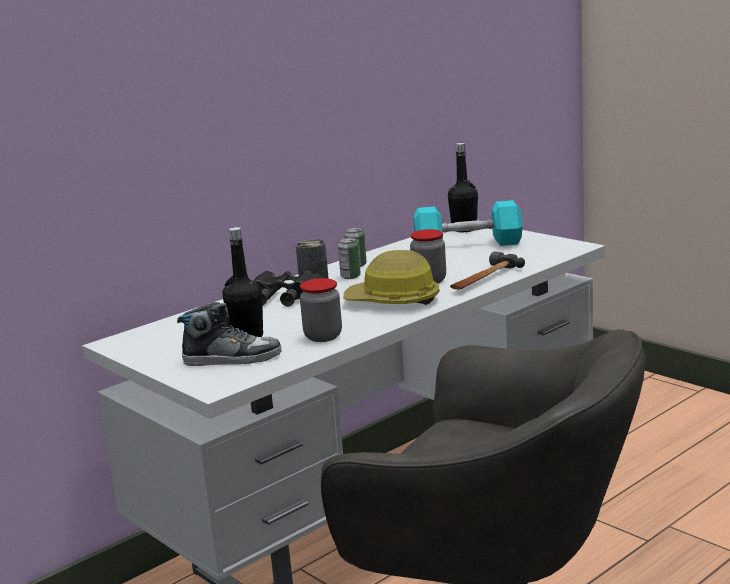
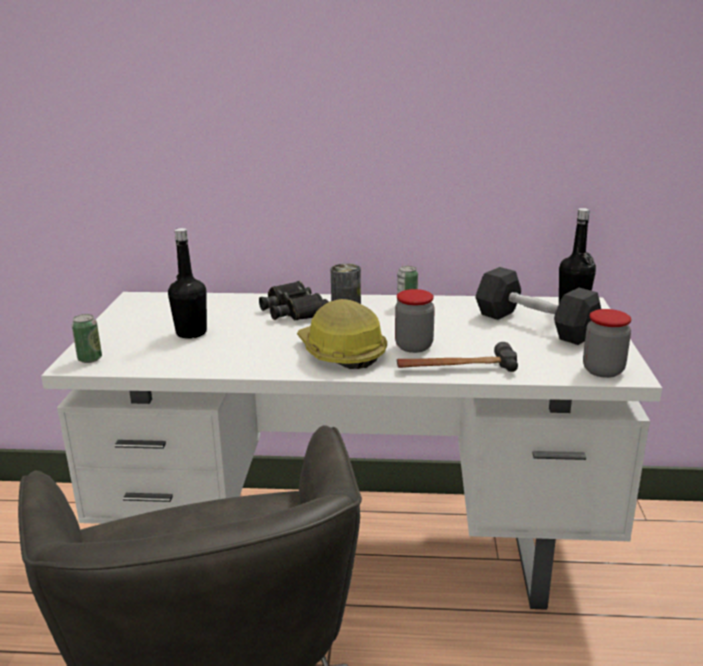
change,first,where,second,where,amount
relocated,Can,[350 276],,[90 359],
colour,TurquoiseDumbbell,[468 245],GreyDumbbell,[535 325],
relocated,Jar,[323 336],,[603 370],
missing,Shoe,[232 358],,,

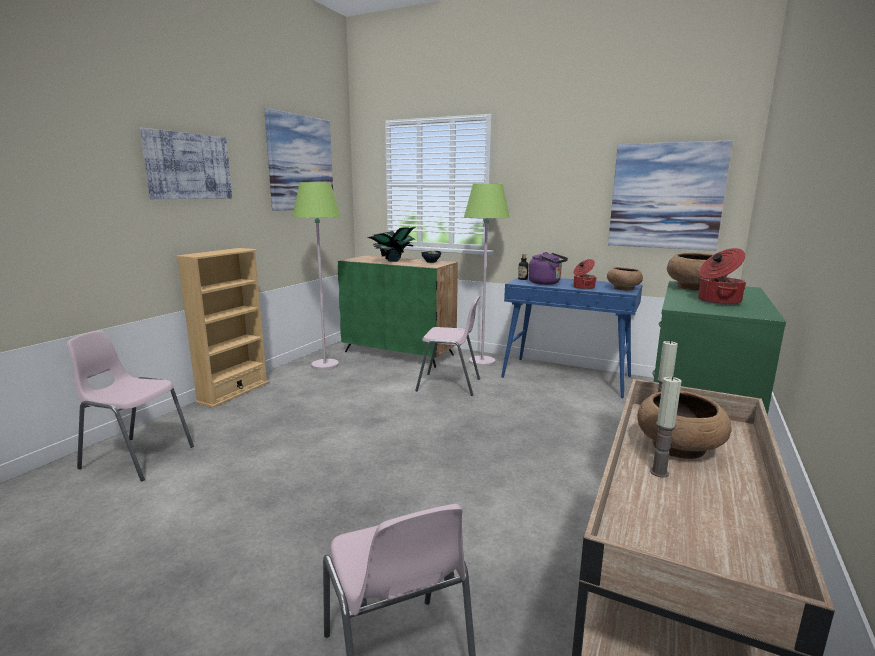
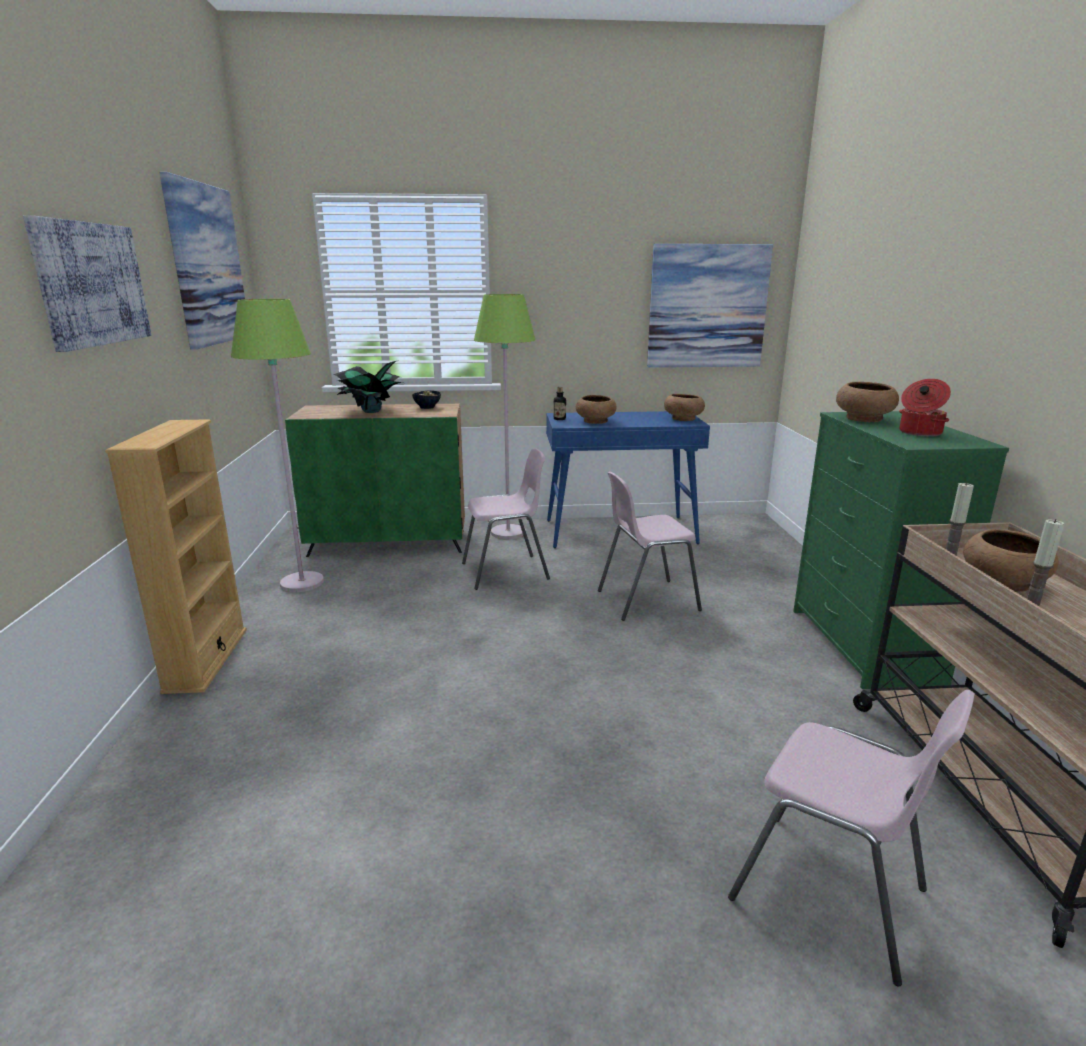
change,first,where,second,where,amount
exchanged,PurpleKettle,[546 283],BrownBowl,[596 421],
relocated,PinkChair,[136 457],,[646 600],
missing,CookingPot,[583 287],,,

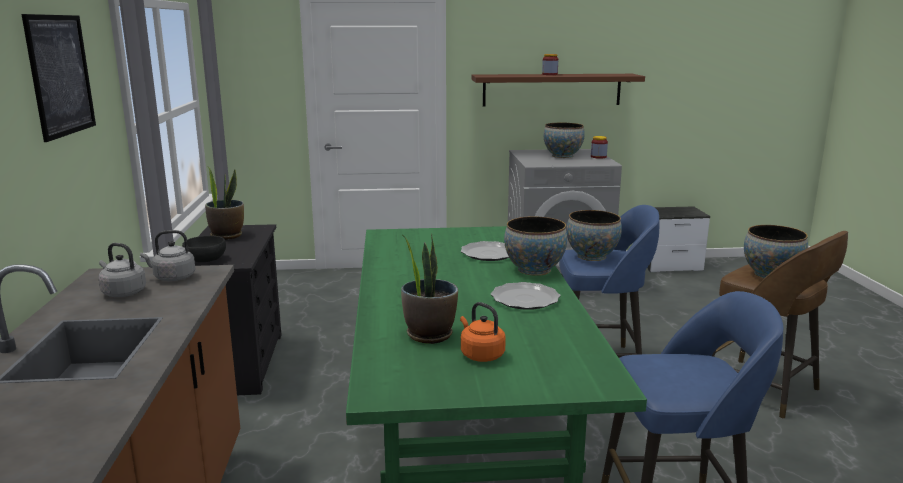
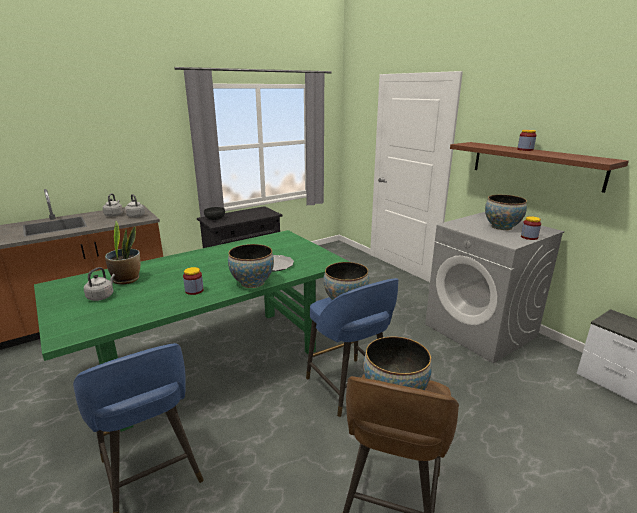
change,first,where,second,where,amount
colour,OrangeKettle,[480 355],GreyKettle,[101 296],
exchanged,Plate,[525 299],Jar,[194 290],
missing,Picture,[60 75],,,
missing,PottedPlant,[227 236],,,

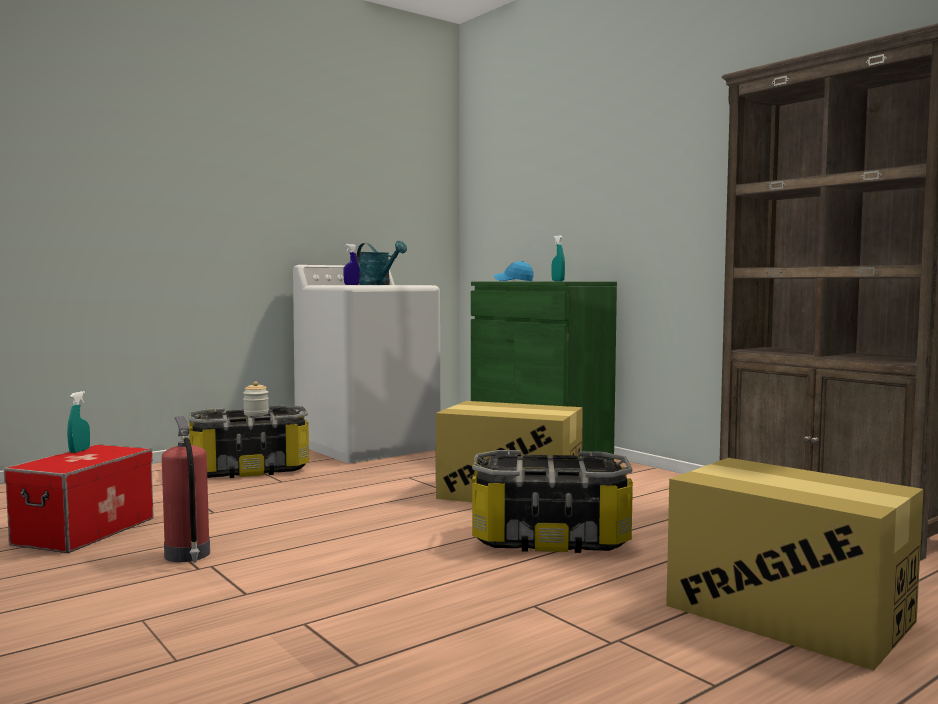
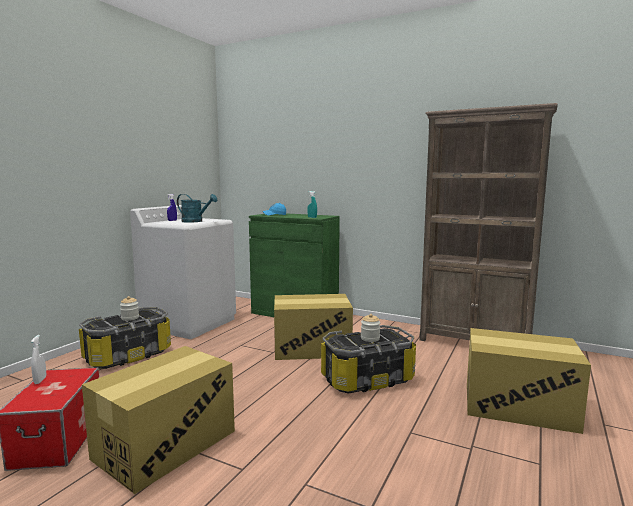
change,first,where,second,where,amount
colour,TurquoiseSprayBottle,[79 451],WhiteSprayBottle,[40 380],
exchanged,FireExtinguisher,[187 555],CardboardBox,[165 445],
appeared,,,Jar,[370 338],

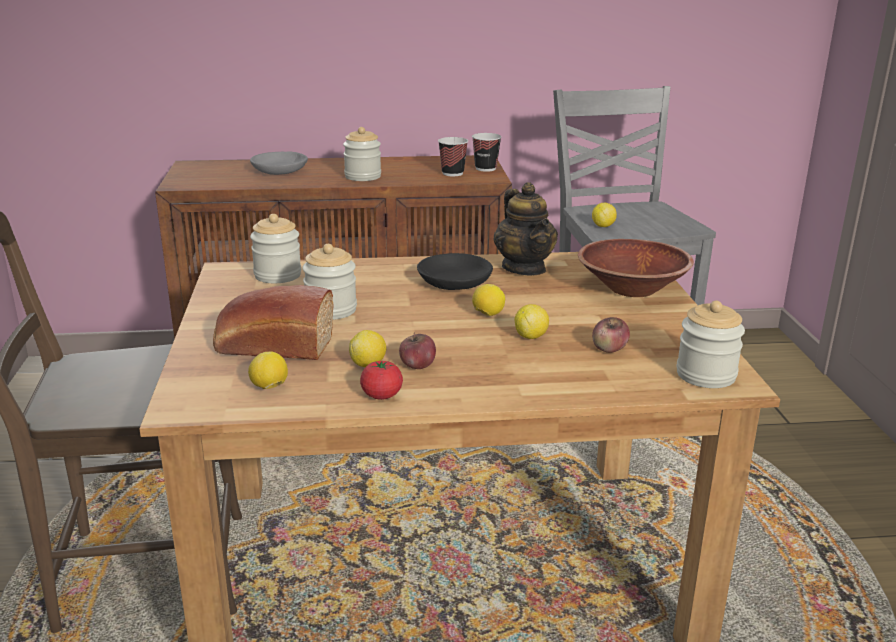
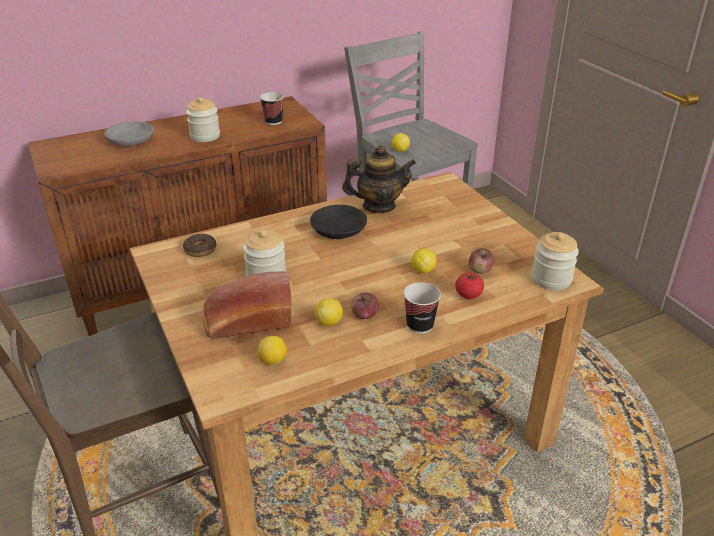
change,first,where,second,where,amount
exchanged,Jar,[277 275],Donut,[200 250],
spun,Teapot,[524 268],,[378 206],60 degrees counterclockwise
relocated,Cup,[485 168],,[420 325],
relocated,Tomato,[381 395],,[468 295],
missing,Lemon,[487 314],,,
missing,BrownBowl,[632 289],,,

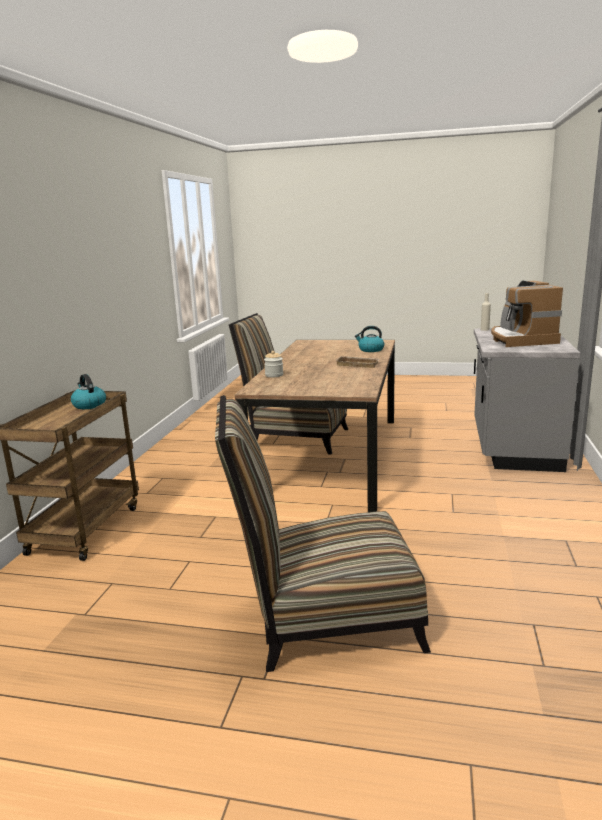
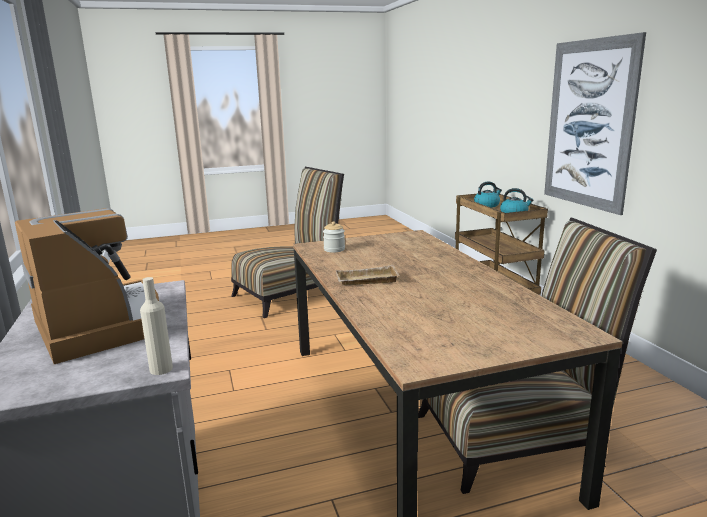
change,first,where,second,where,amount
relocated,Jar,[274 375],,[334 249],
relocated,Kettle,[370 350],,[487 205],
appeared,,,Picture,[589 124],

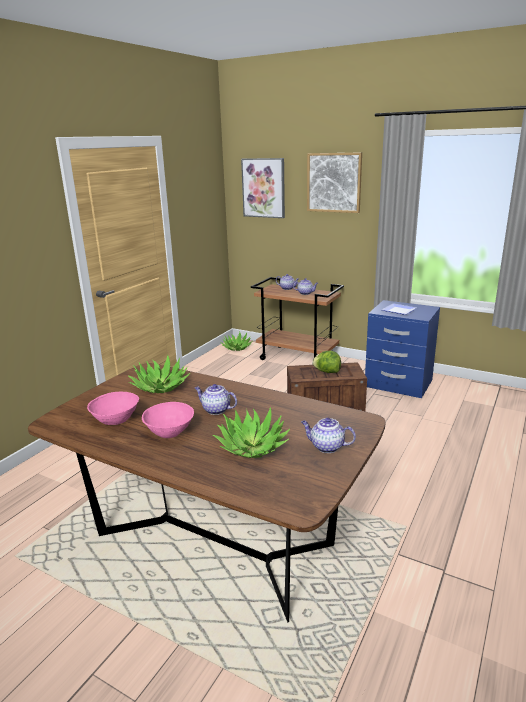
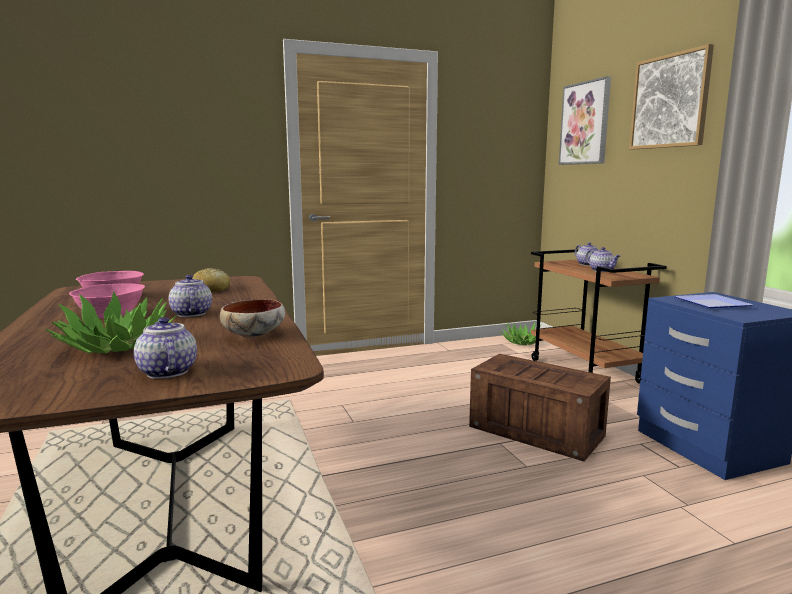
change,first,where,second,where,amount
exchanged,PottedPlant,[160 386],Bread,[211 289],
appeared,,,Bowl,[254 334],
missing,Lettuce,[327 372],,,

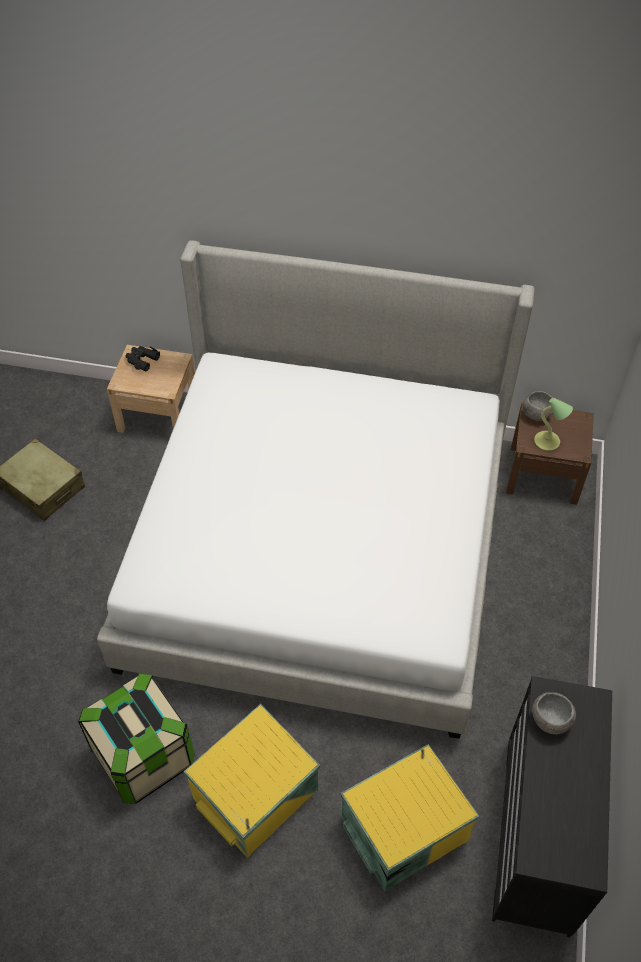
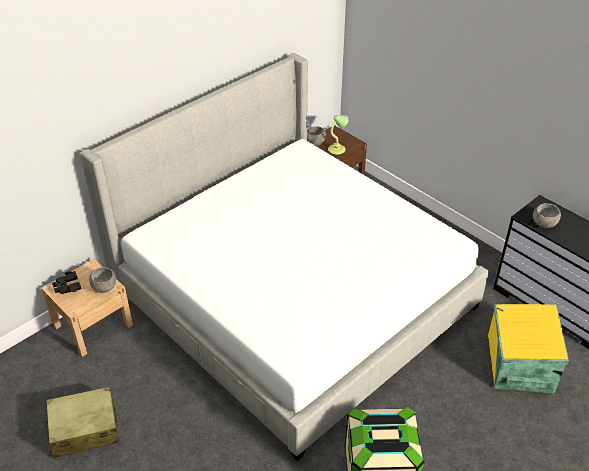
change,first,where,second,where,amount
appeared,,,GreyBowl,[104 287],
missing,YellowStorageBox,[258 795],,,

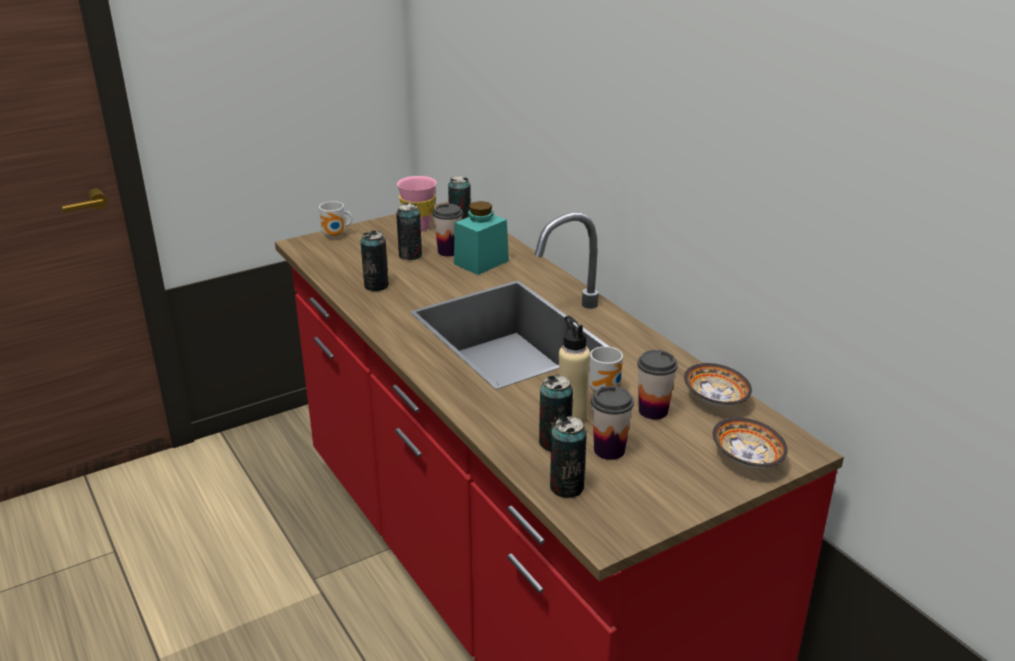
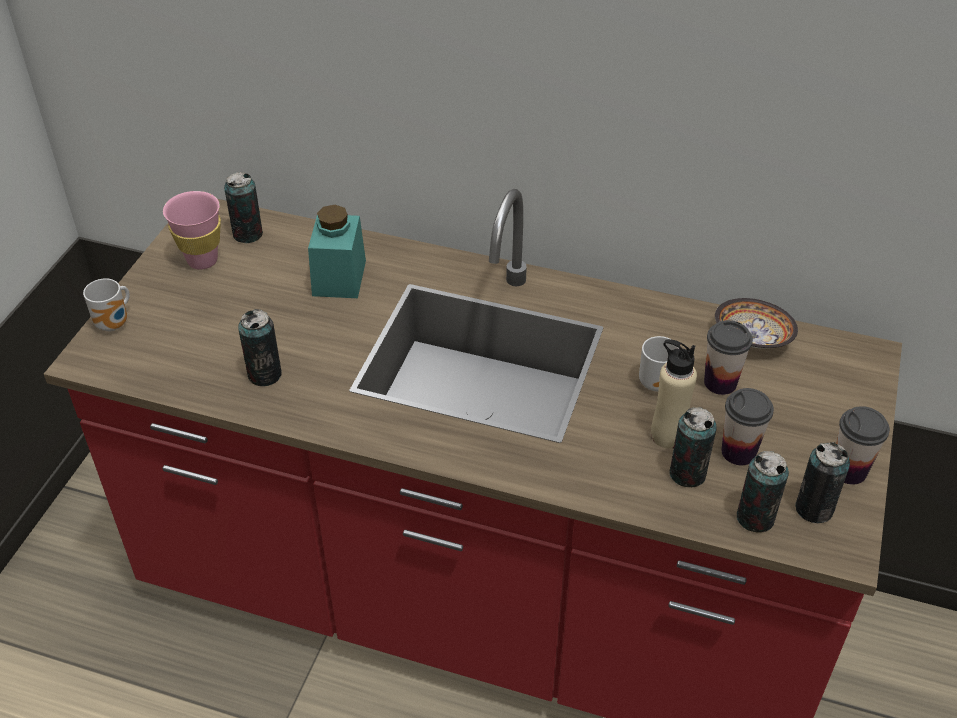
change,first,where,second,where,amount
relocated,Can,[410 255],,[814 509],
relocated,Cup,[448 251],,[849 470],
missing,Bowl,[747 458],,,

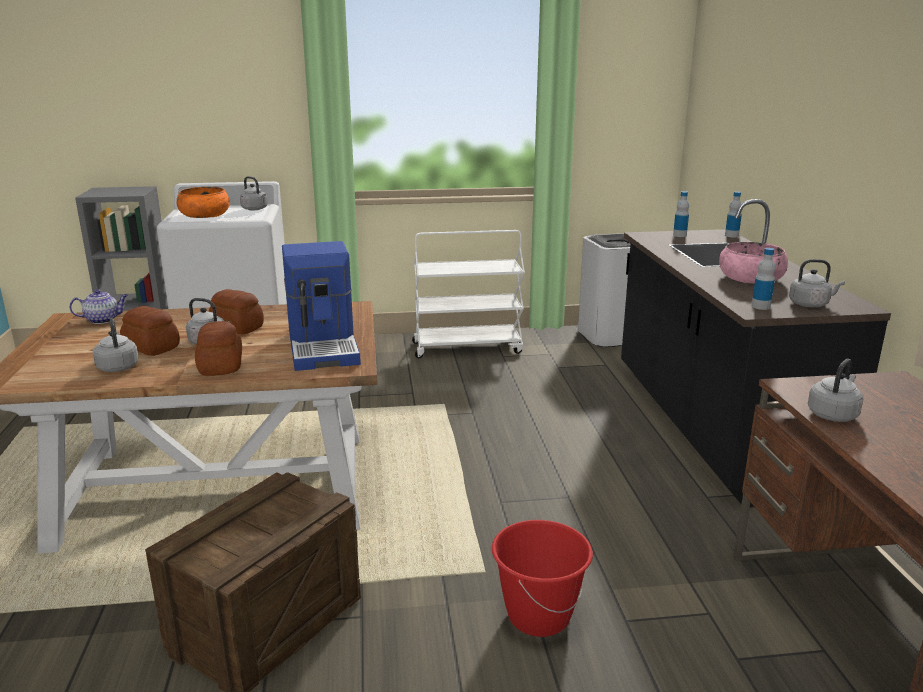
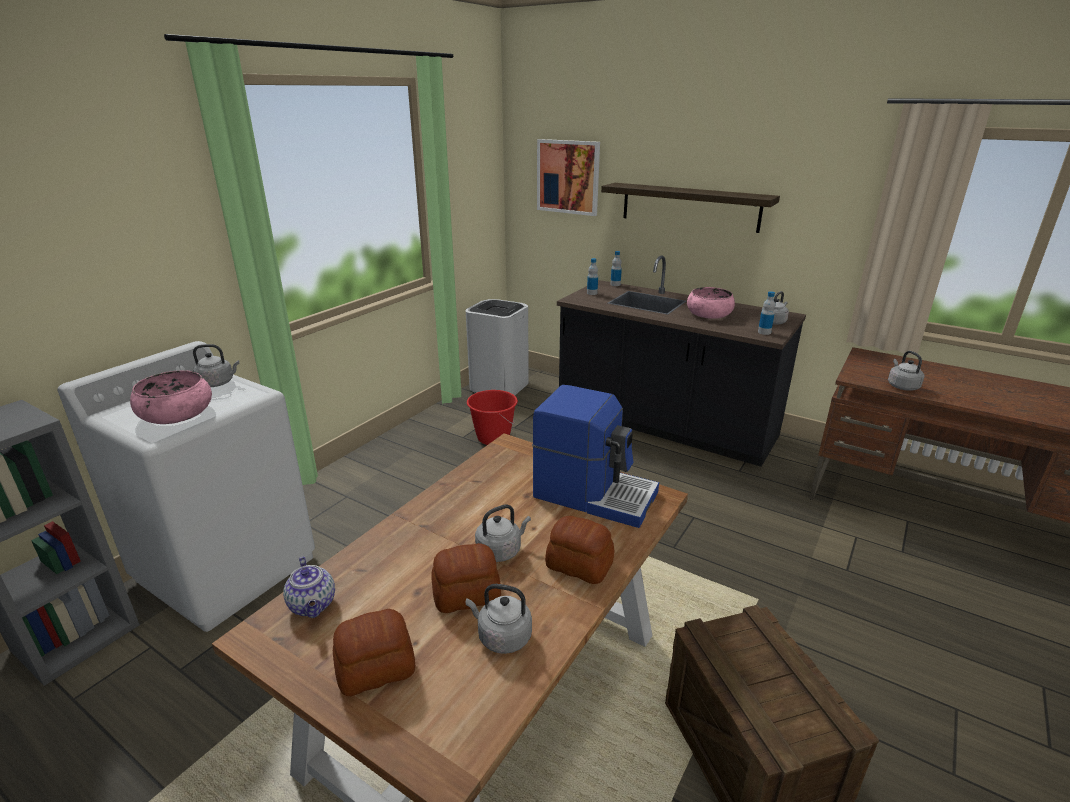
change,first,where,second,where,amount
colour,OrangeBowl,[205 215],PinkBowl,[176 413],
spun,Teapot,[103 320],,[313 605],135 degrees clockwise
relocated,Bread,[237 328],,[377 669],
relocated,RedBucket,[538 616],,[493 438],
appeared,,,Picture,[568 177],
appeared,,,Shelf,[689 207],
missing,WhiteCart,[467 347],,,

